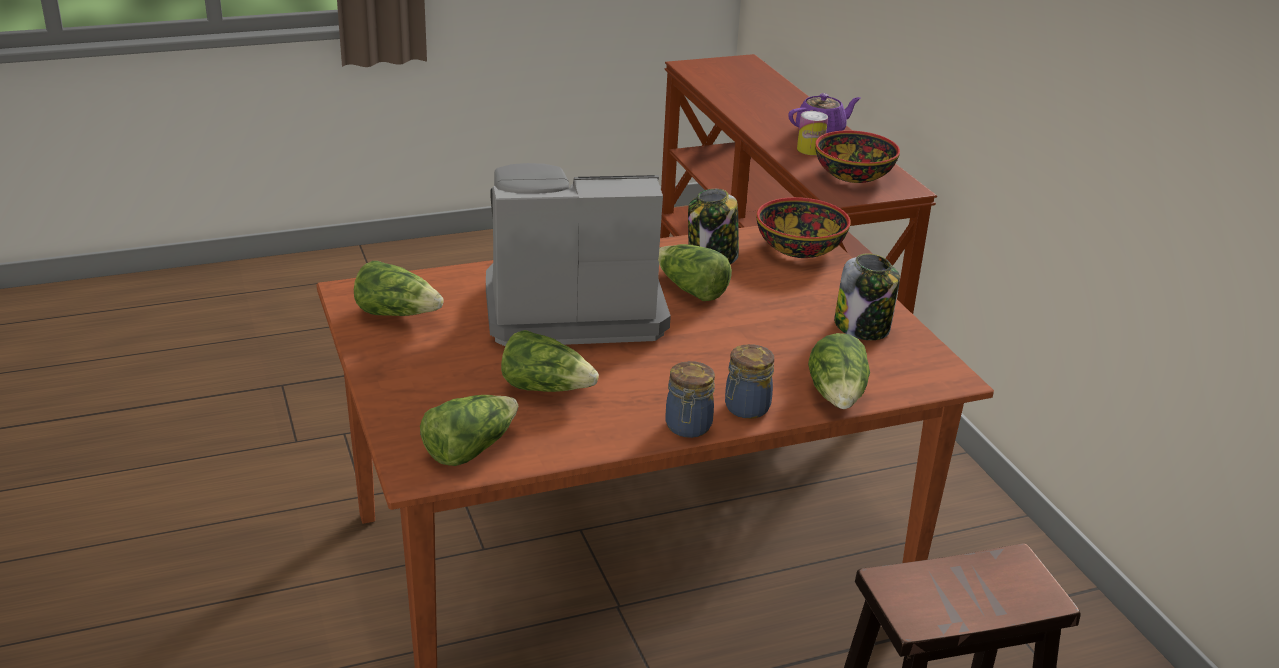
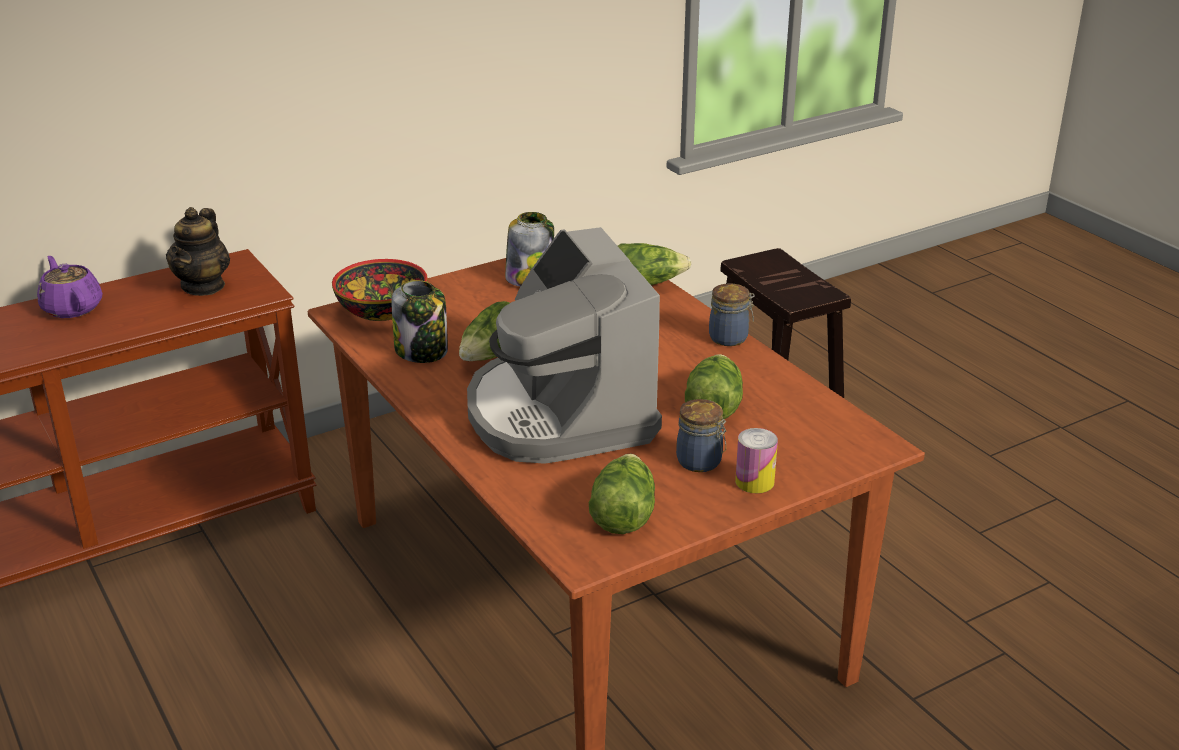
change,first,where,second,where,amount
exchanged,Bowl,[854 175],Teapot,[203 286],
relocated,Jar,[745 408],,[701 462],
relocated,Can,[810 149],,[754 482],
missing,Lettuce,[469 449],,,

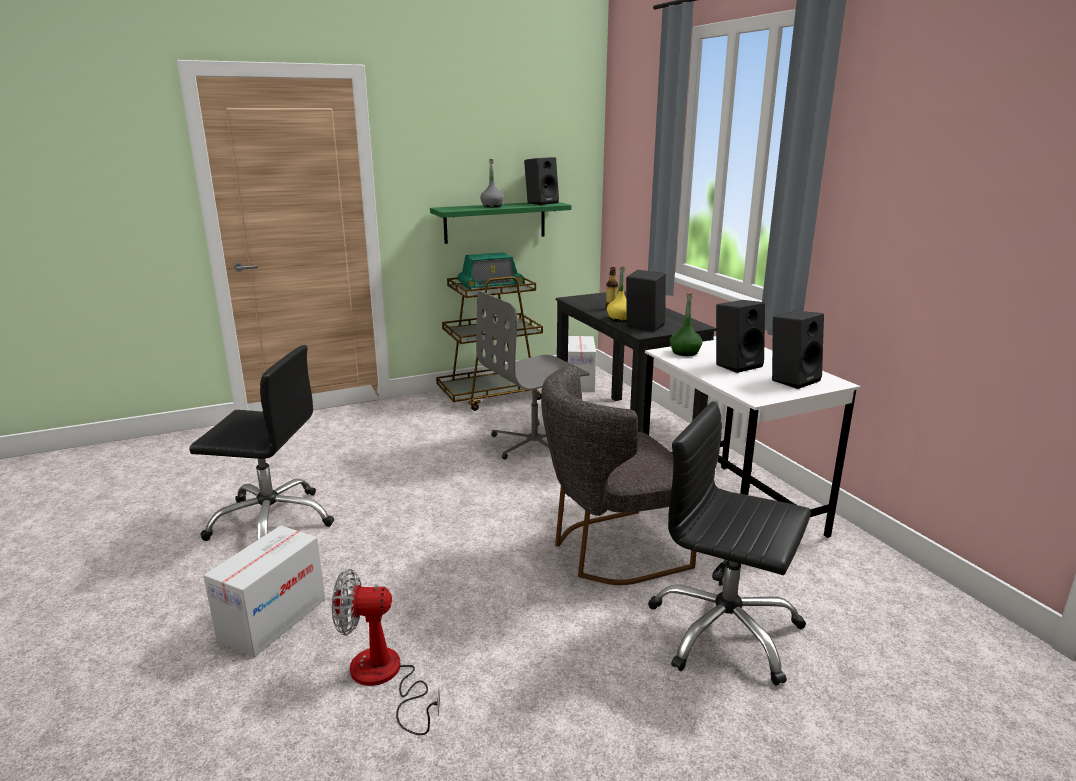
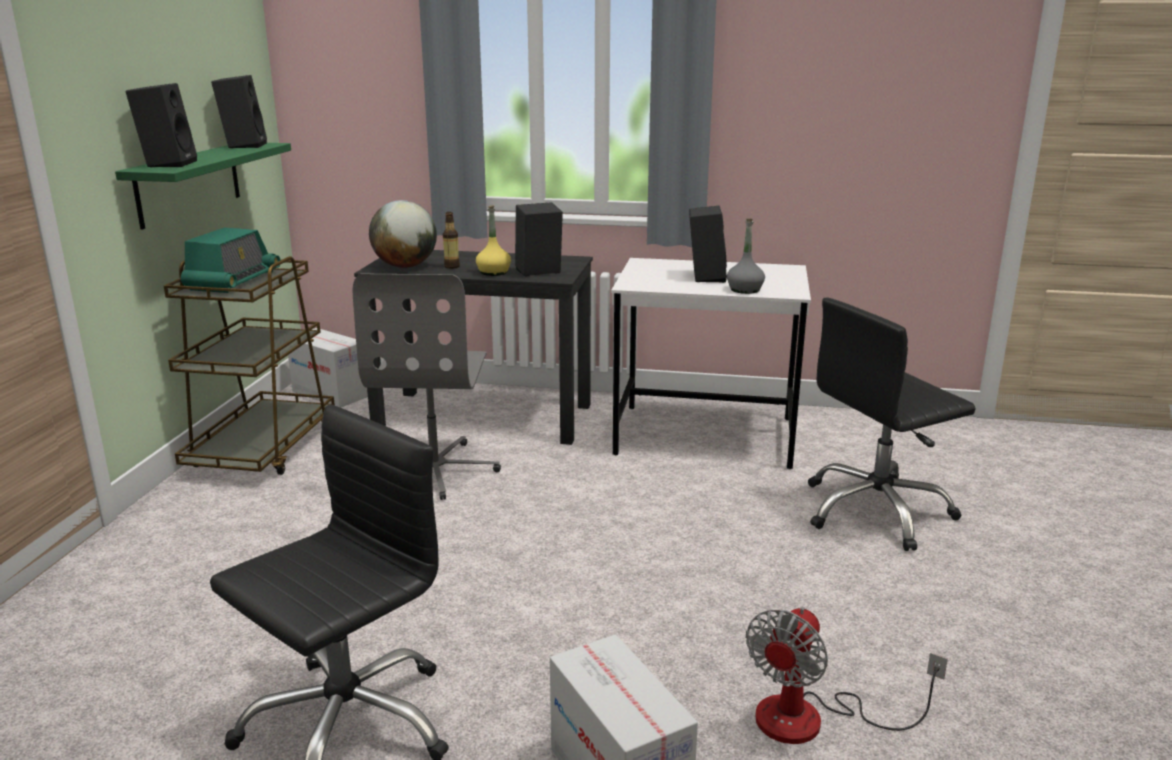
change,first,where,second,where,amount
relocated,BlackSpeaker,[792 379],,[168 164],
appeared,,,Globe,[405 266],
relocated,GreyBottle,[492 206],,[744 290],
missing,GreyChair,[611 550],,,
missing,GreenBottle,[685 352],,,

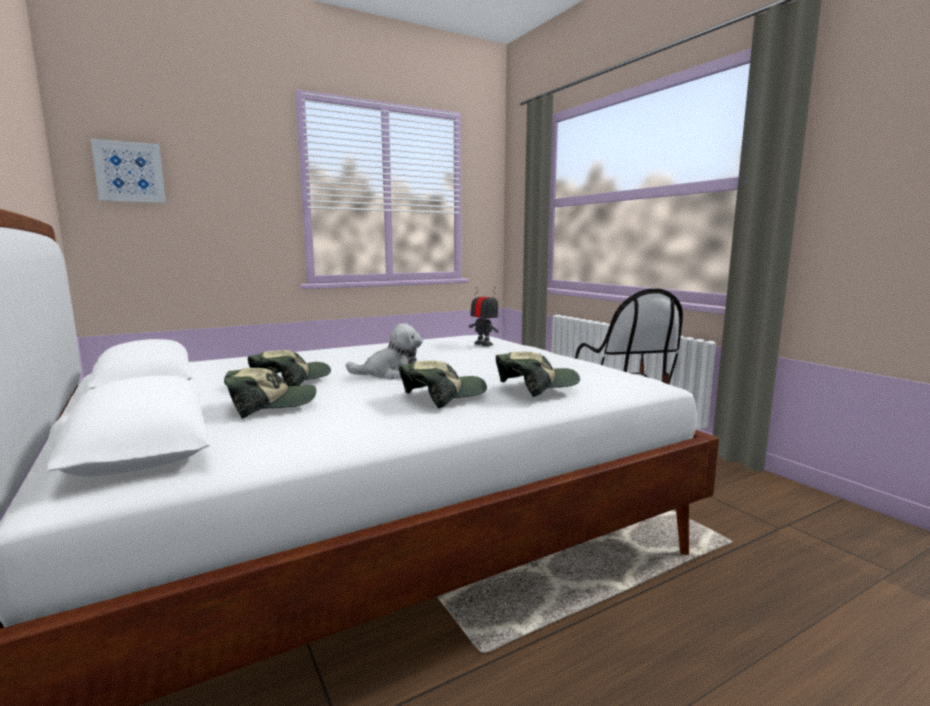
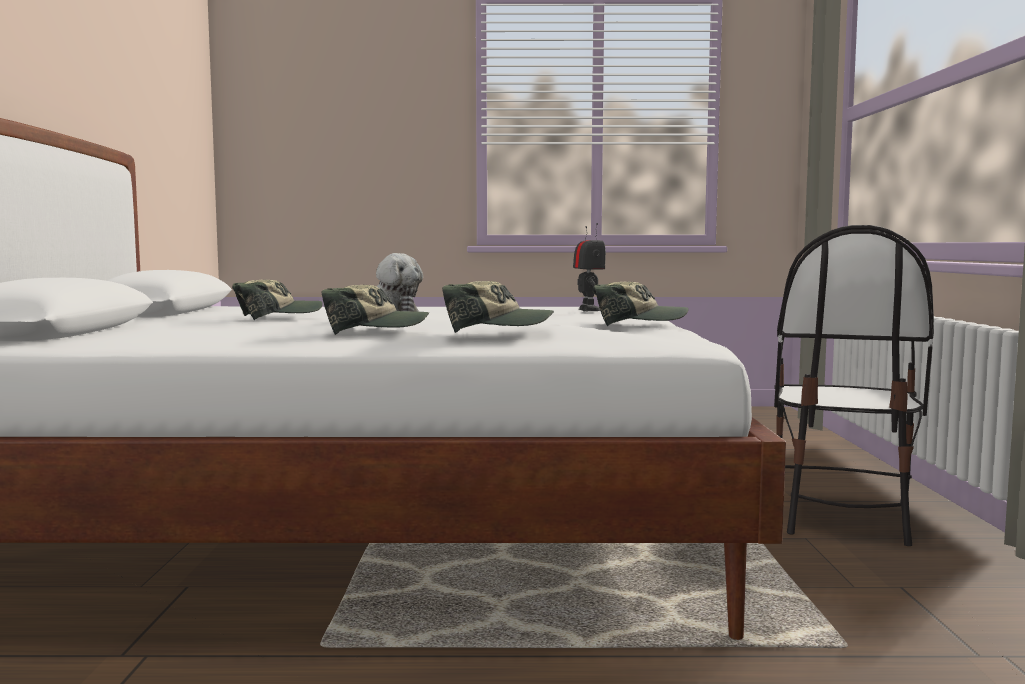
change,first,where,second,where,amount
relocated,Cap,[271 405],,[637 324],
missing,Picture,[129 172],,,

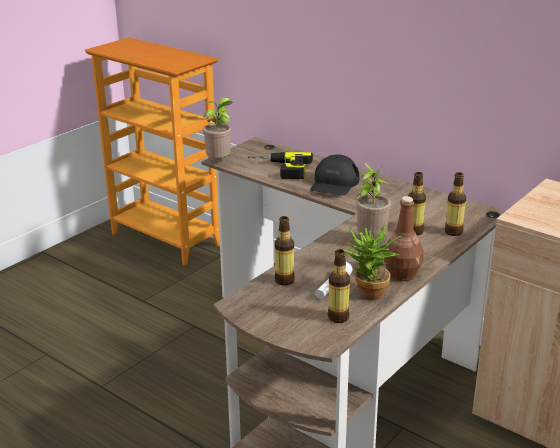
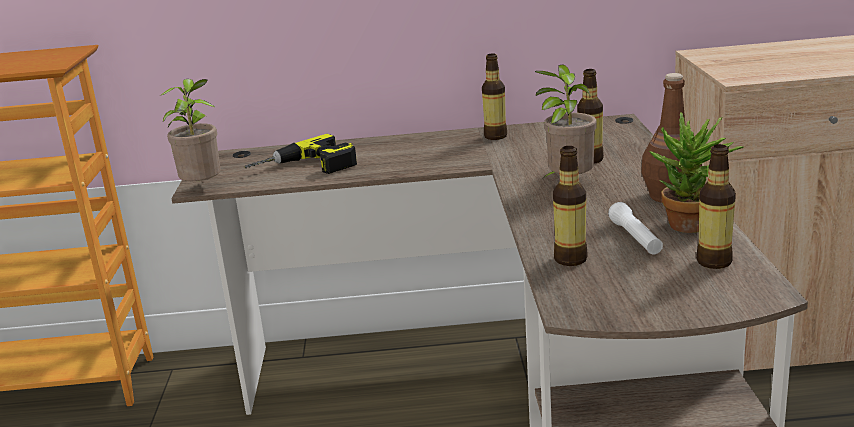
change,first,where,second,where,amount
relocated,Bottle,[453 232],,[495 136],
missing,BlackCap,[334 183],,,

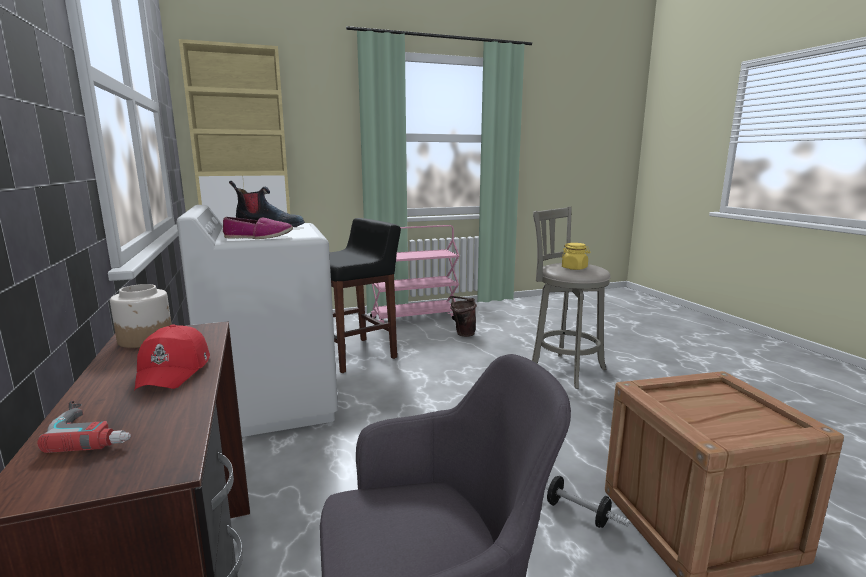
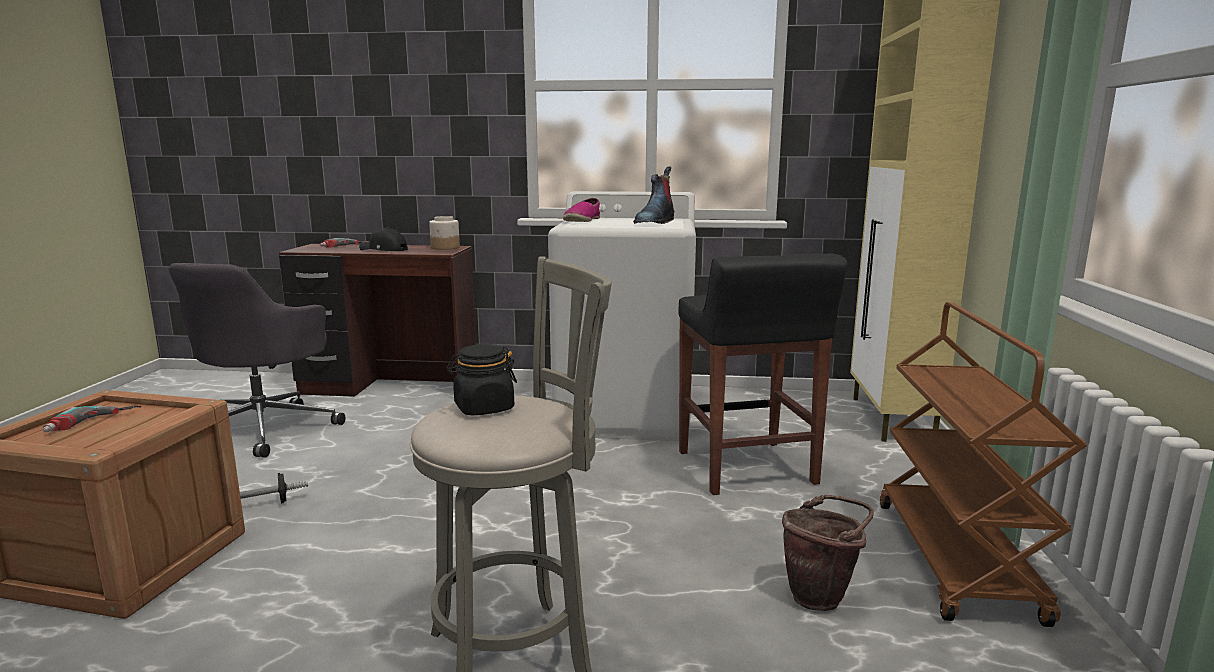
change,first,where,second,where,amount
appeared,,,PowerDrill,[93 423],
colour,RedCap,[175 370],BlackCap,[384 250],
colour,YellowJar,[574 268],BlackJar,[483 408],
colour,PinkCart,[415 319],BrownCart,[956 560],

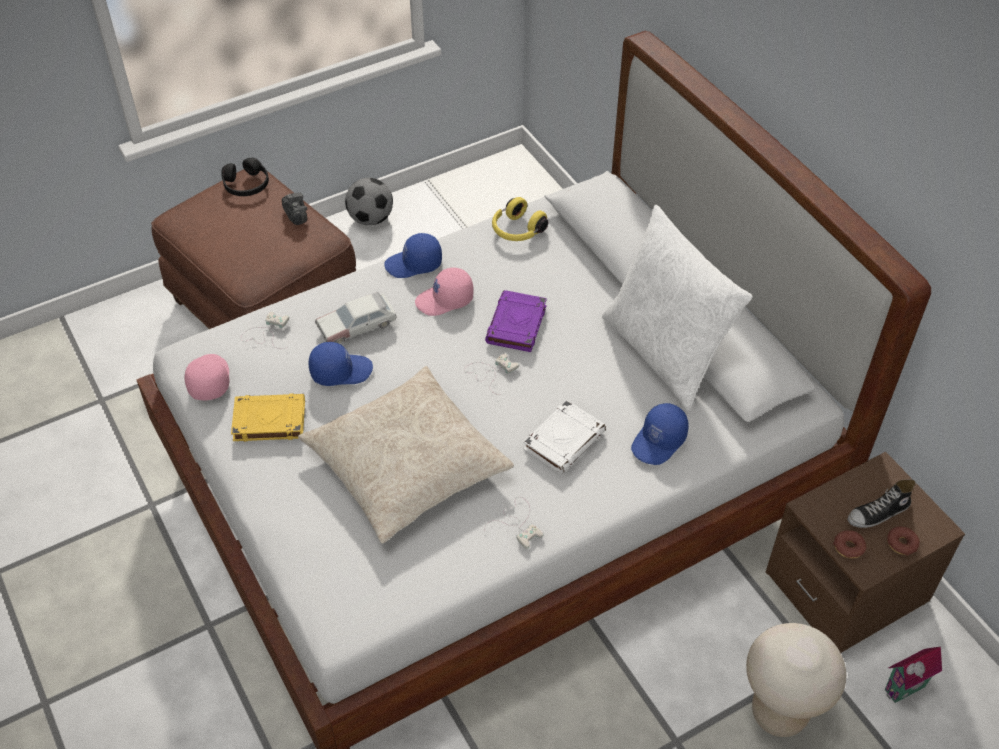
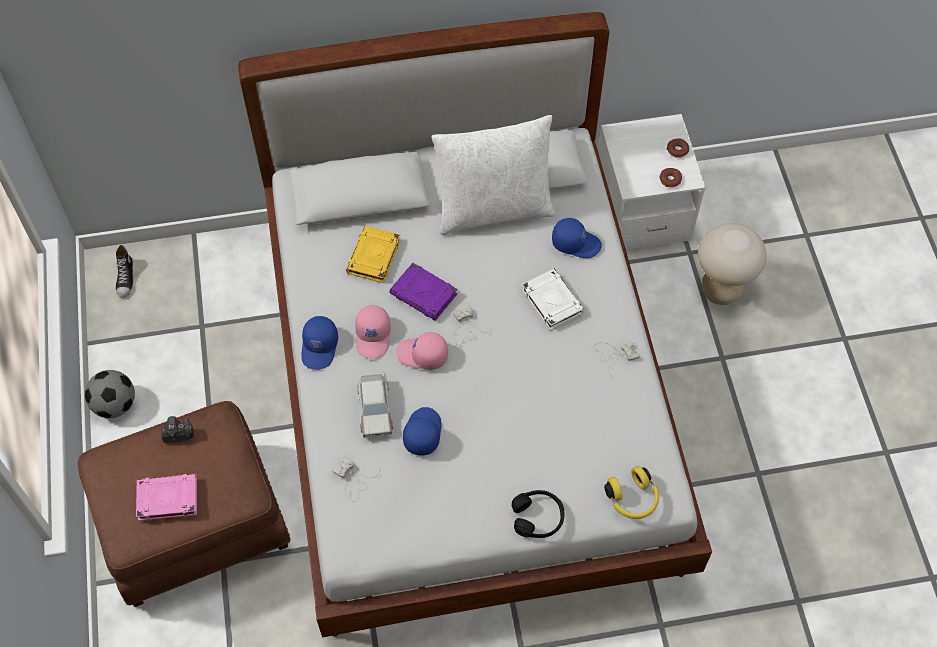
change,first,where,second,where,amount
relocated,Shoe,[878 513],,[126 278],
appeared,,,PinkBook,[167 499],
relocated,YellowBook,[268 421],,[374 257],
relocated,PinkCap,[208 380],,[422 355],
relocated,BlackHeadphones,[246 185],,[538 517],
spun,BlueCap,[659 442],,[576 242],45 degrees counterclockwise
colour,BrownNightstand,[846 587],WhiteNightstand,[641 211],
relocated,YellowHeadphones,[517 231],,[632 499],
missing,BeigePillow,[407 465],,,
missing,ToyHouse,[906 691],,,

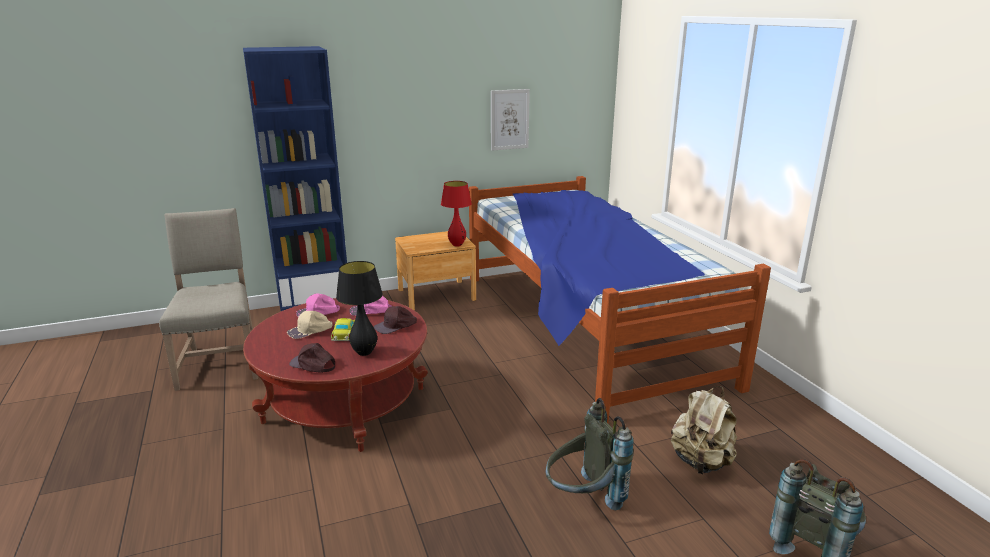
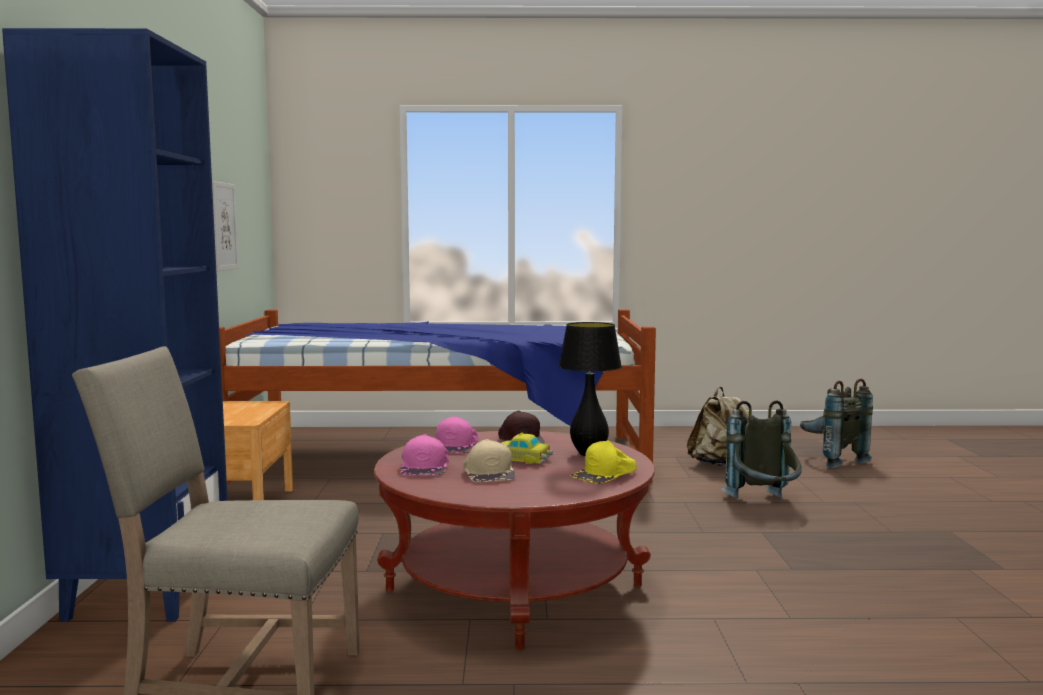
change,first,where,second,where,amount
colour,BrownCap,[313 364],YellowCap,[605 474],
missing,RedTableLamp,[457 245],,,

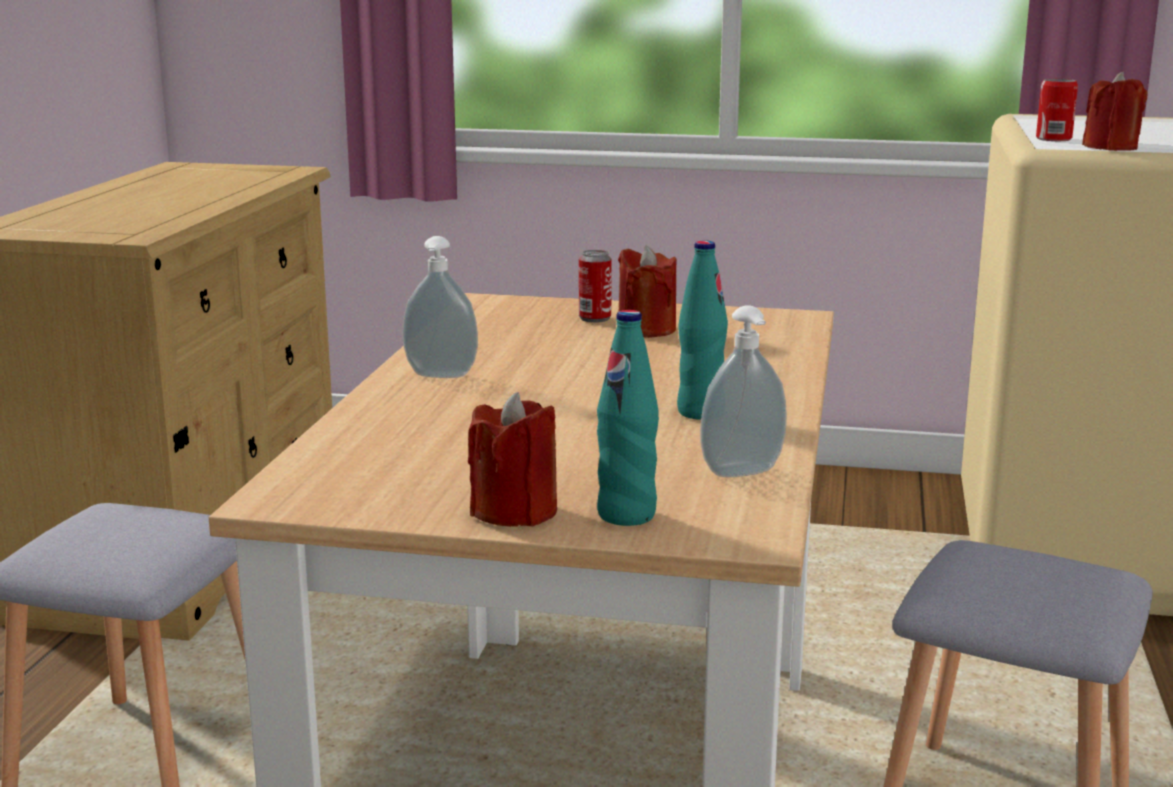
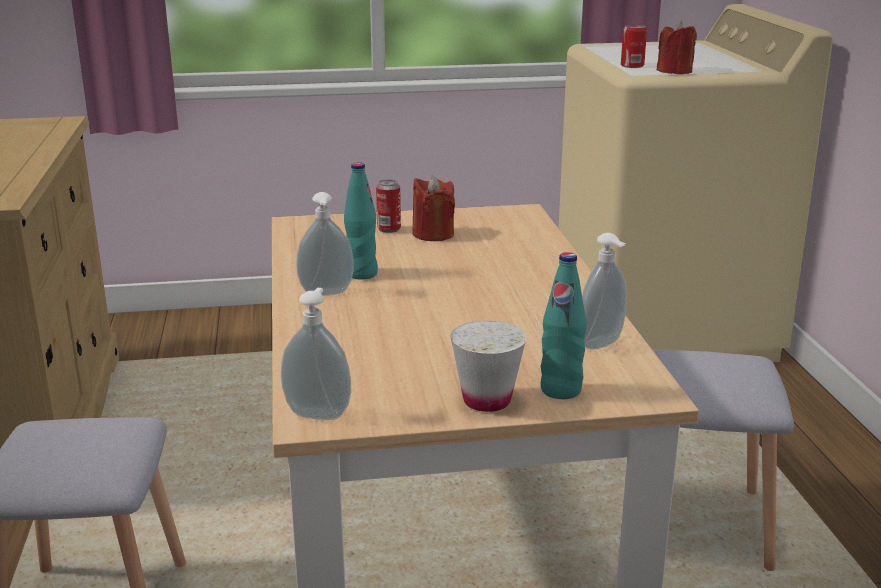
change,first,where,second,where,amount
appeared,,,SoapDispenser,[319 413],
relocated,TurquoiseBottle,[700 412],,[361 274],
exchanged,RedCandle,[515 512],WhiteCup,[487 401],

